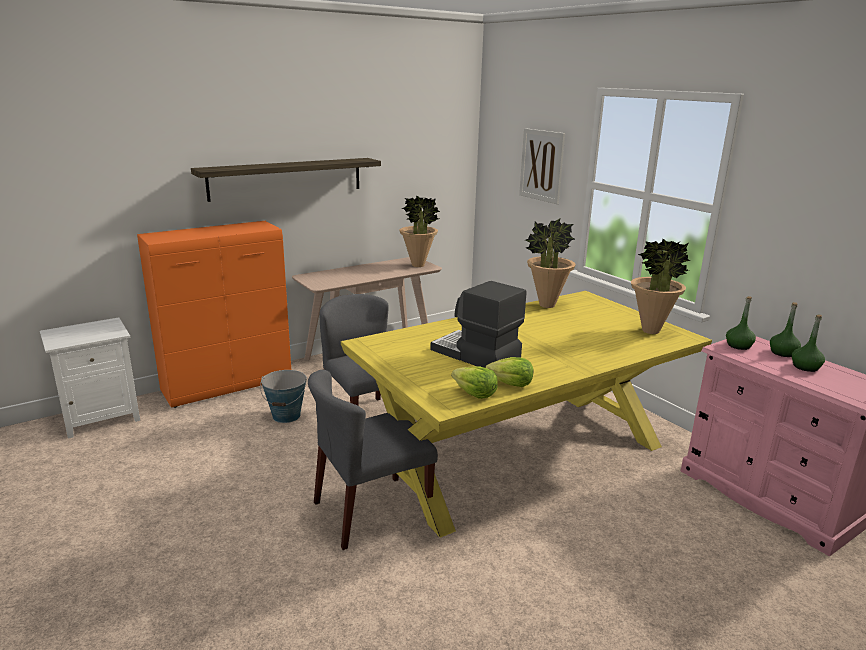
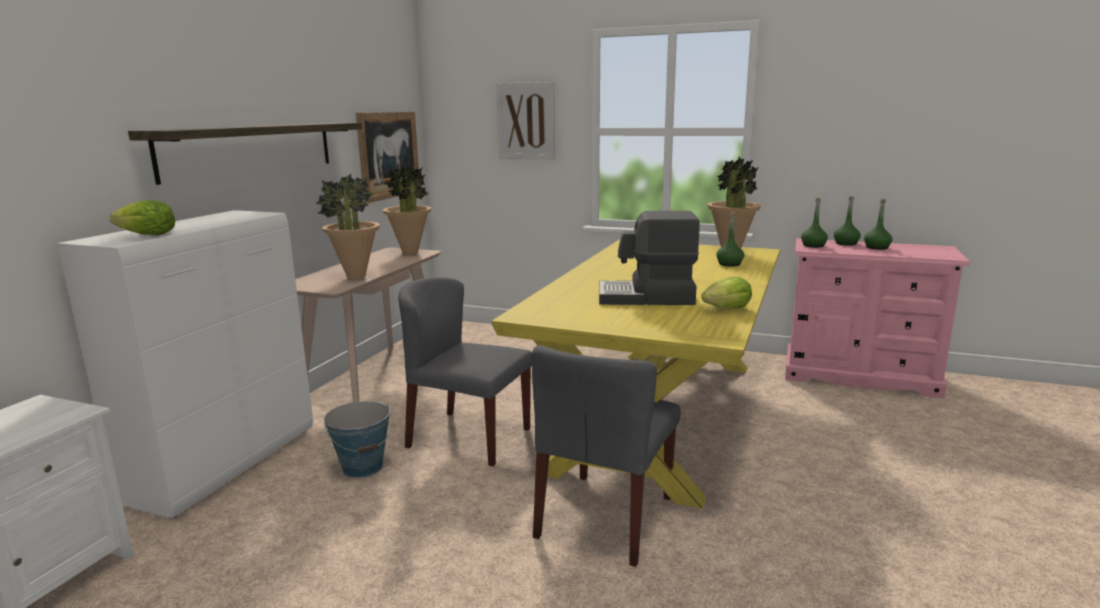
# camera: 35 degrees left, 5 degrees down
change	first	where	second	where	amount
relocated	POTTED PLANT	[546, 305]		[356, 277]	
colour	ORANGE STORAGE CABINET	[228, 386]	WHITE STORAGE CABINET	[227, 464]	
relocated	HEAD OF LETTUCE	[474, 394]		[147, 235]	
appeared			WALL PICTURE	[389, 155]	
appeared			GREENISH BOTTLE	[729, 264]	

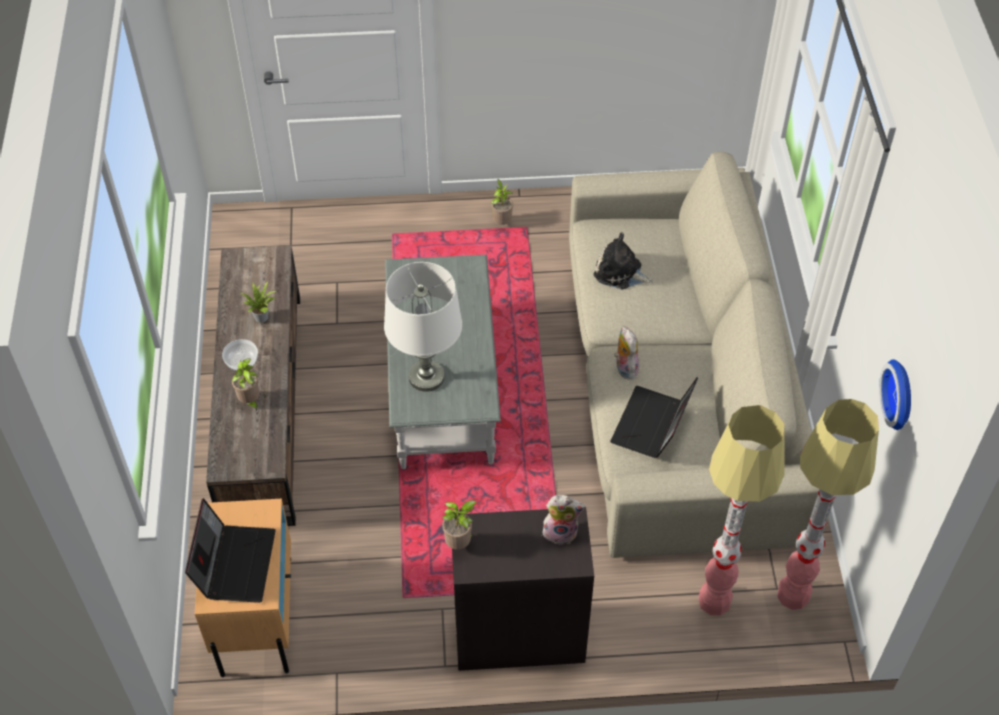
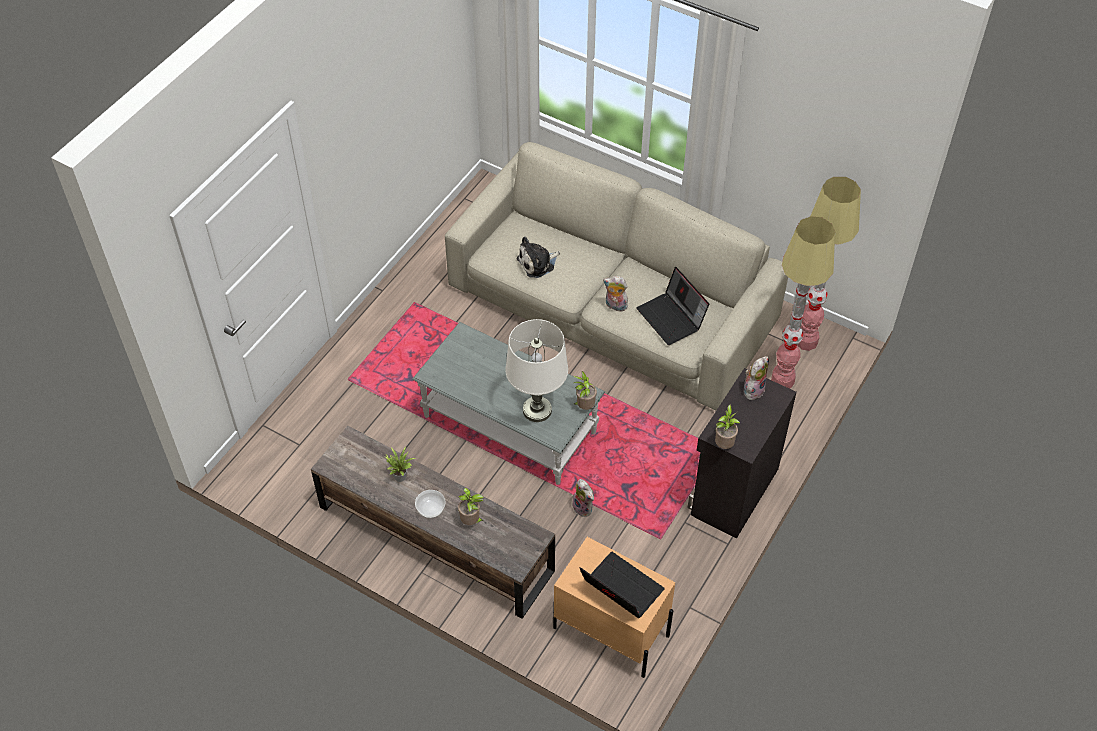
# camera: 55 degrees left, 0 degrees up
change	first	where	second	where	amount
relocated	POTTED PLANT	[502, 222]		[584, 406]	
missing	HANGING CLOCK	[901, 394]			
appeared			SOFT TOY	[584, 508]	

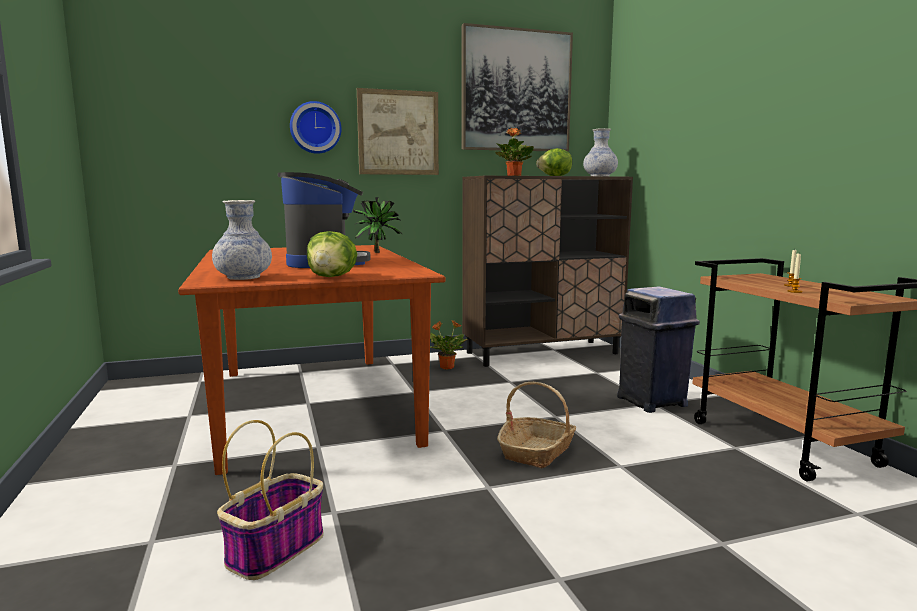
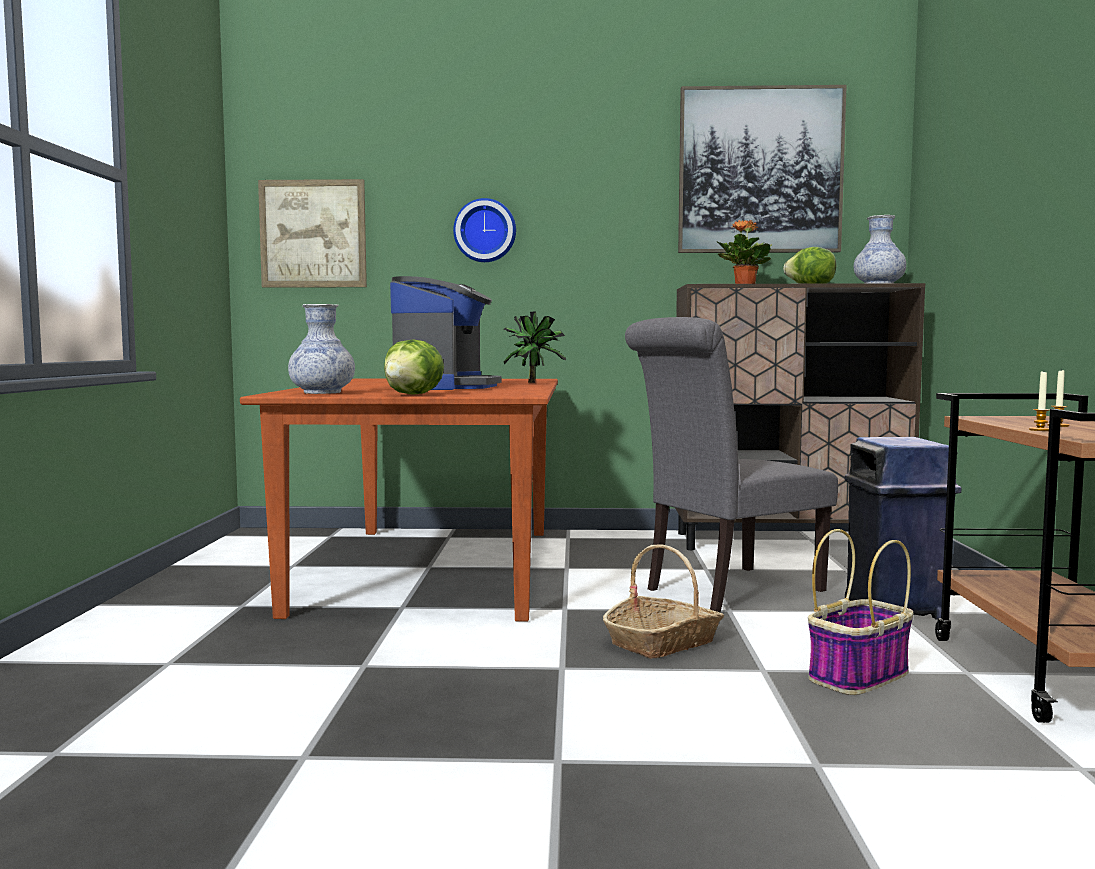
# camera: 20 degrees right, 5 degrees down
change	first	where	second	where	amount
relocated	WALL PICTURE	[398, 133]		[313, 234]	
missing	POTTED PLANT	[446, 367]			
relocated	STORAGE BASKET	[276, 549]		[859, 676]	
appeared			GREYISH UPRIGHT CHAIR	[725, 591]	

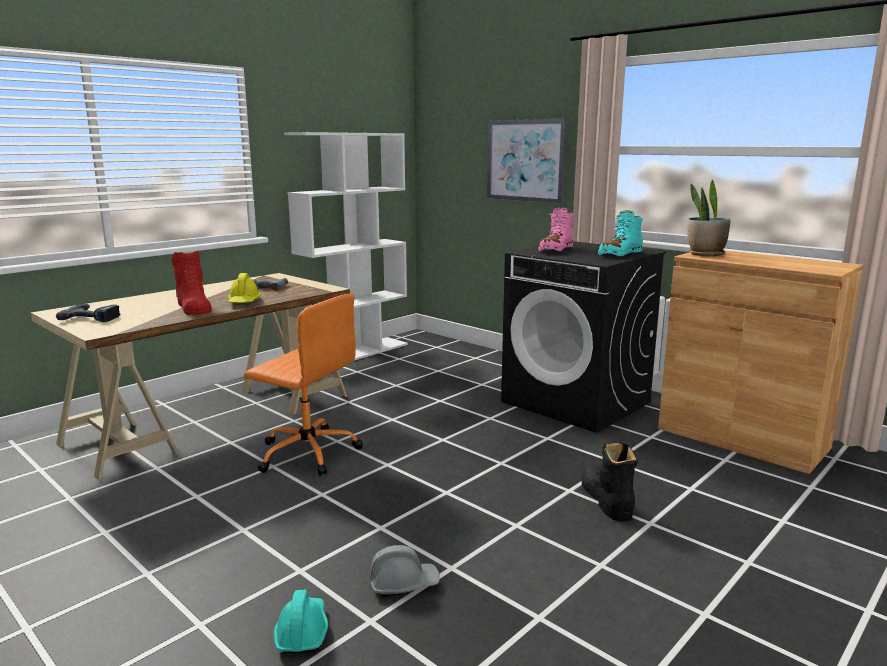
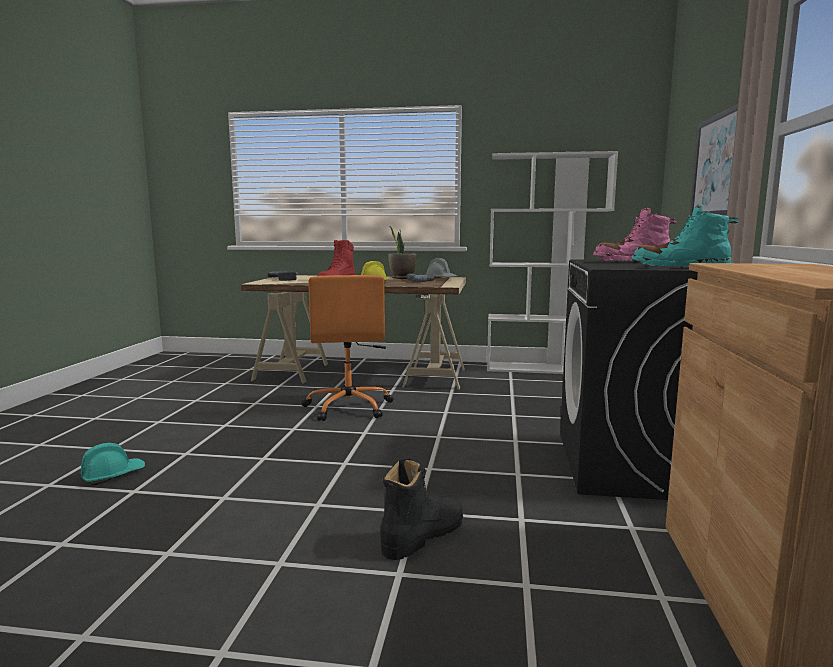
# camera: 55 degrees right, 5 degrees down
change	first	where	second	where	amount
relocated	POTTED PLANT	[705, 254]		[402, 278]	
relocated	GREYISH SAFETY HELMET	[403, 584]		[441, 279]	

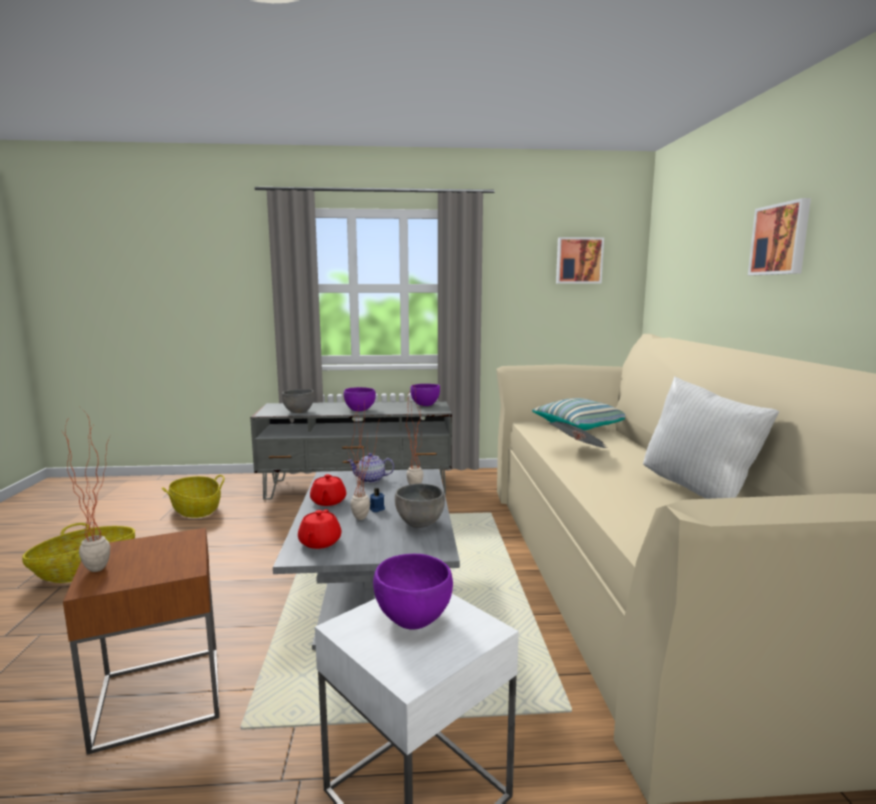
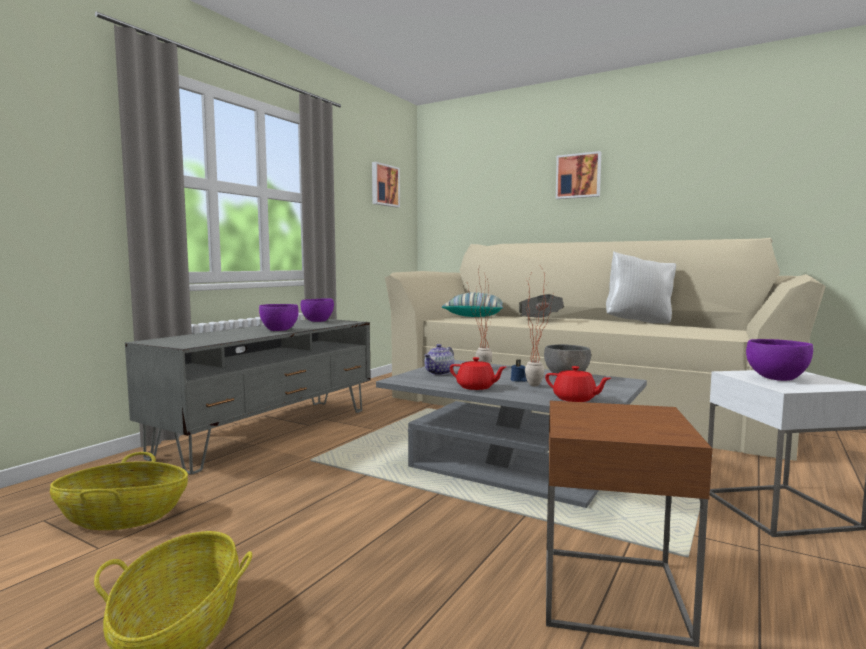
# camera: 55 degrees left, 5 degrees down
change	first	where	second	where	amount
missing	GREYISH SERVING BOWL	[299, 412]			
missing	POTTED PLANT	[104, 565]			

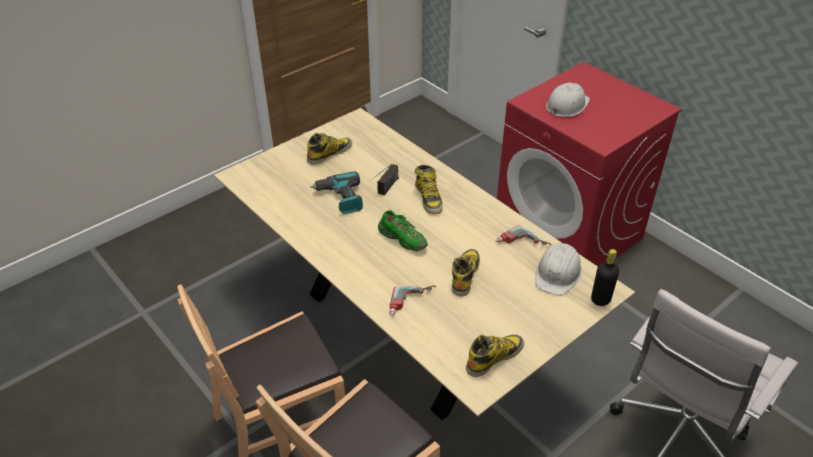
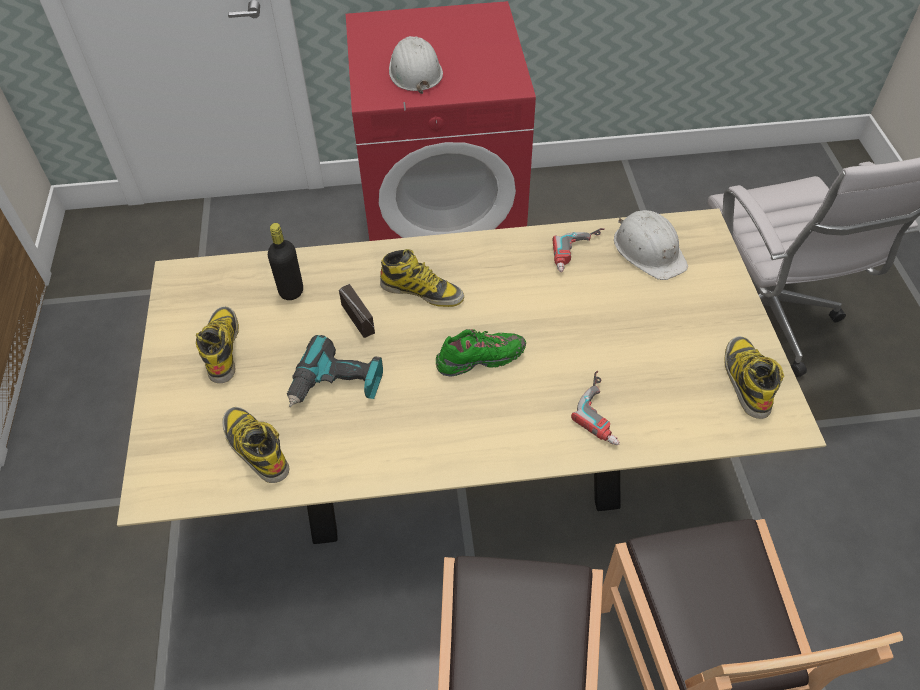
# camera: 55 degrees left, 10 degrees up
change	first	where	second	where	amount
relocated	BOOT	[465, 274]		[255, 447]	
relocated	BLACK-COLOURED BOTTLE	[600, 300]		[291, 291]	

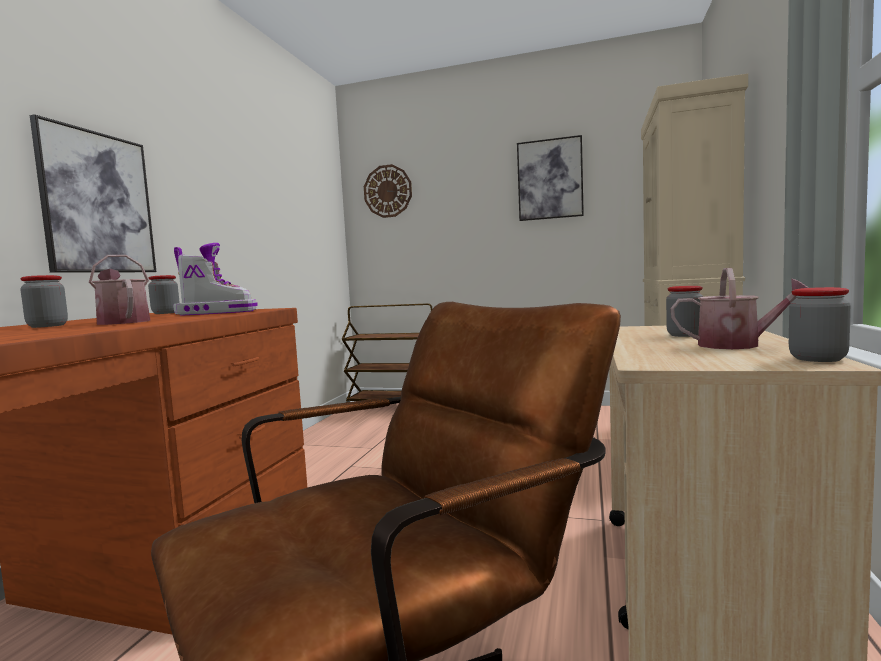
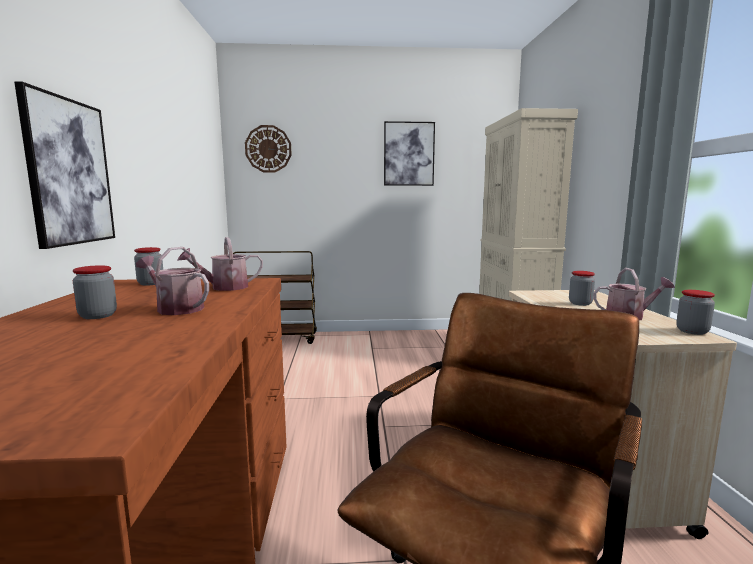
# camera: 20 degrees left, 5 degrees up
change	first	where	second	where	amount
exchanged	BOOT	[216, 313]	WATERING CAN	[224, 287]	

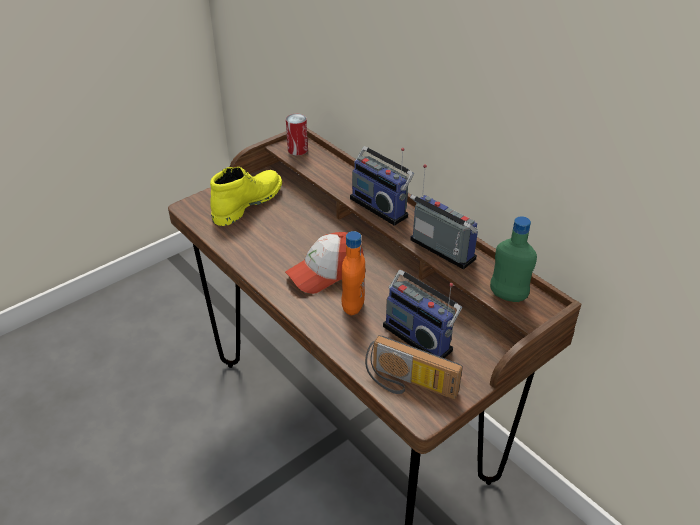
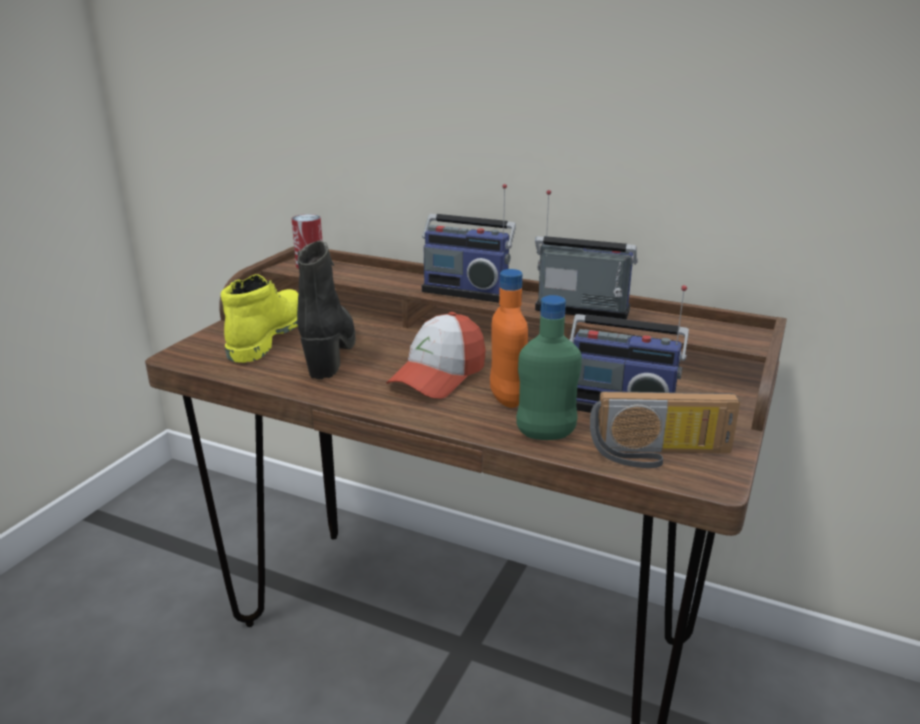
# camera: 25 degrees left, 15 degrees down
change	first	where	second	where	amount
relocated	GREENISH BOTTLE	[508, 296]		[545, 435]	
appeared			BLACK-COLOURED BOOT	[329, 350]	

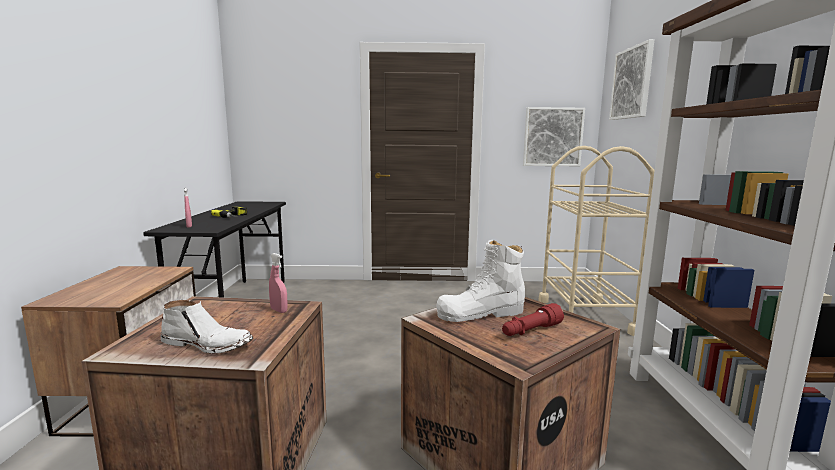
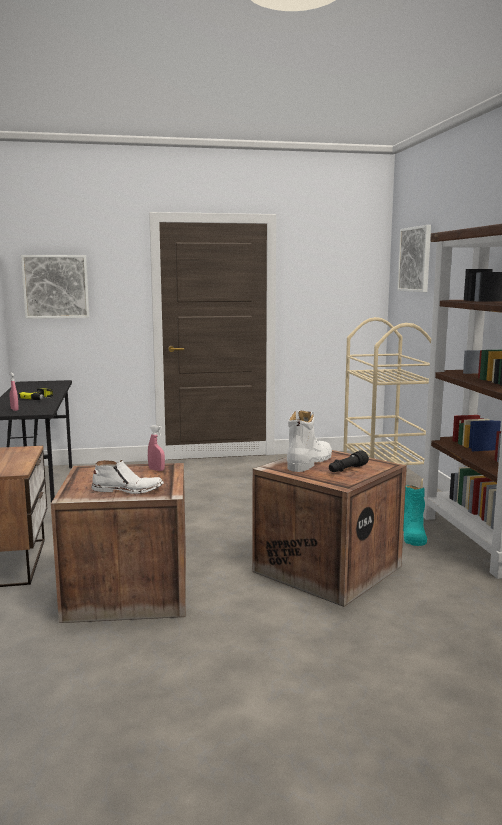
# camera: 10 degrees left, 0 degrees up
change	first	where	second	where	amount
relocated	WALL PICTURE	[552, 137]		[56, 286]	
spun	WHITE BOOT	[481, 313]		[309, 462]	150 degrees clockwise
colour	REDDISH HAND TORCH	[531, 331]	BLACK-COLOURED HAND TORCH	[347, 470]	
appeared			TURQUOISE BOOT	[413, 534]	

